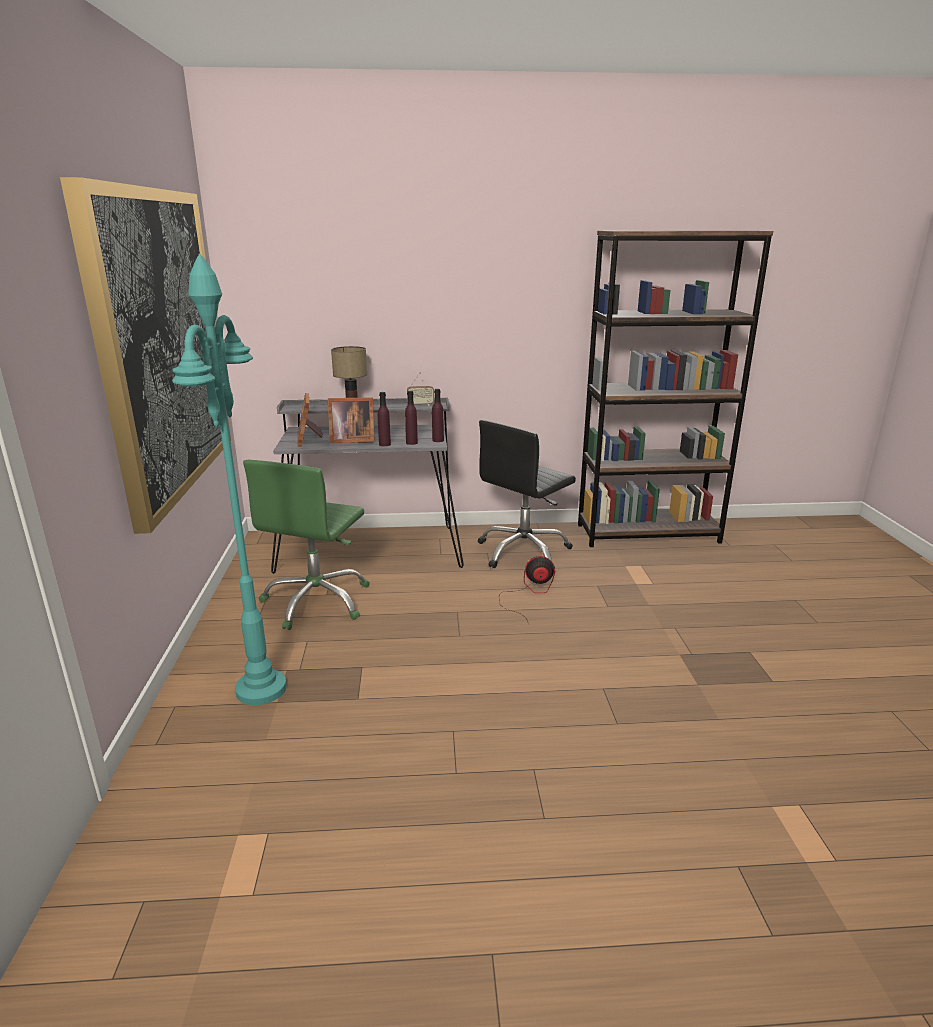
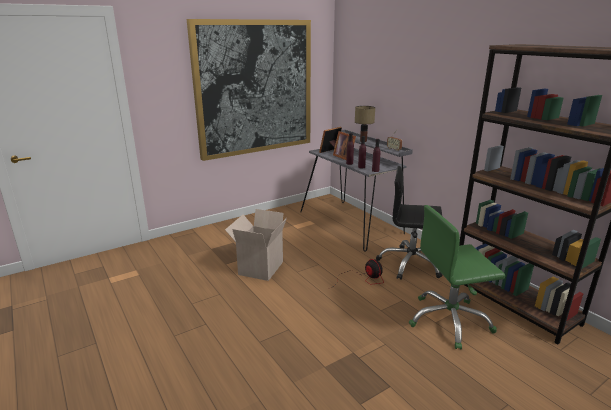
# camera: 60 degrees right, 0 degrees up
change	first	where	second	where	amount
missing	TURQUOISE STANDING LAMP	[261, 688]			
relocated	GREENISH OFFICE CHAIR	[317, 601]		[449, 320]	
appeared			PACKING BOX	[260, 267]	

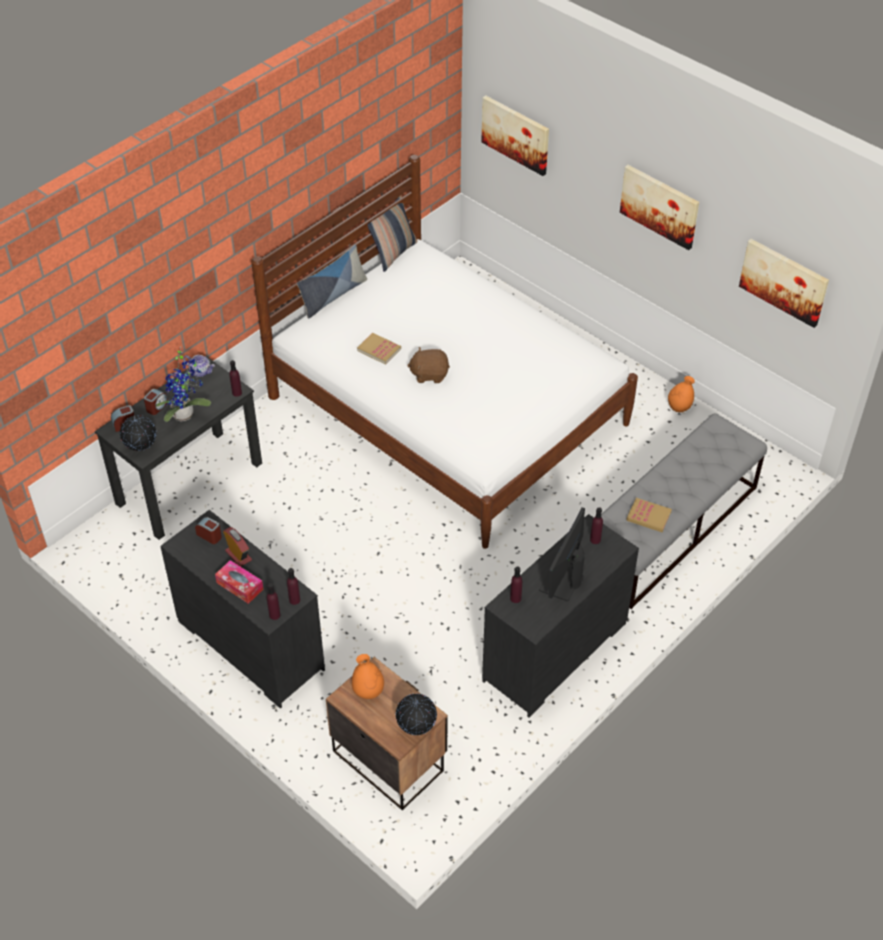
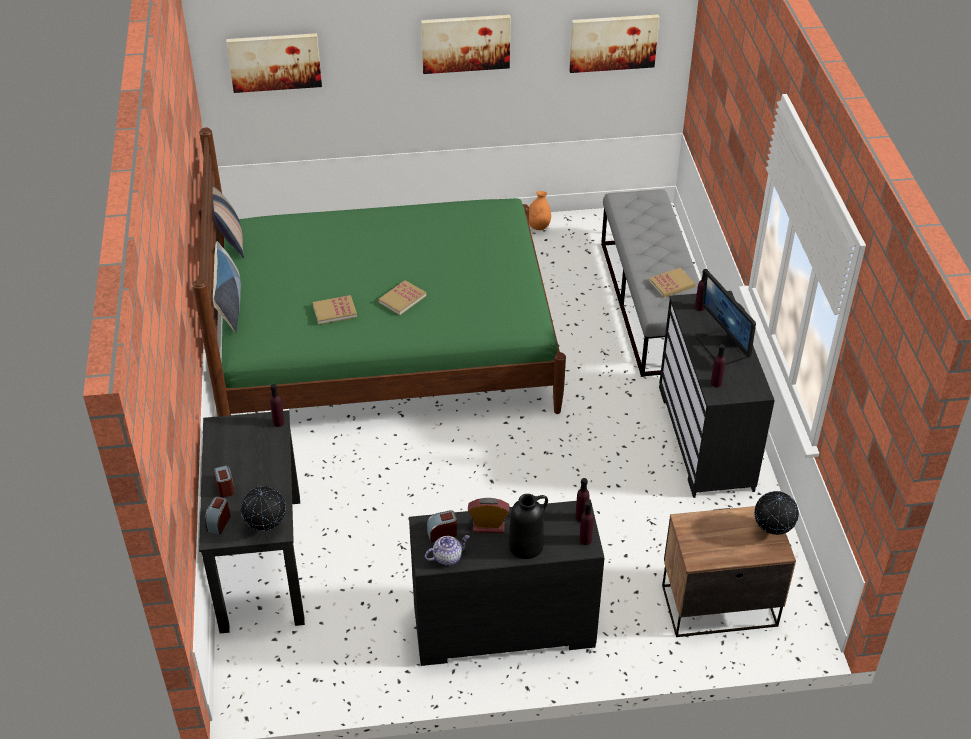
# camera: 50 degrees left, 5 degrees down
change	first	where	second	where	amount
colour	WHITE BEDROOM BED	[448, 410]	GREENISH BEDROOM BED	[386, 346]	
missing	POTTED PLANT	[186, 414]			
exchanged	BROWN-COLOURED SOFT TOY	[429, 374]	BOOK	[402, 299]	
relocated	TEA POT	[201, 371]		[447, 557]	
exchanged	TISSUE BOX	[240, 586]	BLACK-COLOURED VASE	[526, 545]	
missing	ORANGE VASE	[368, 691]			

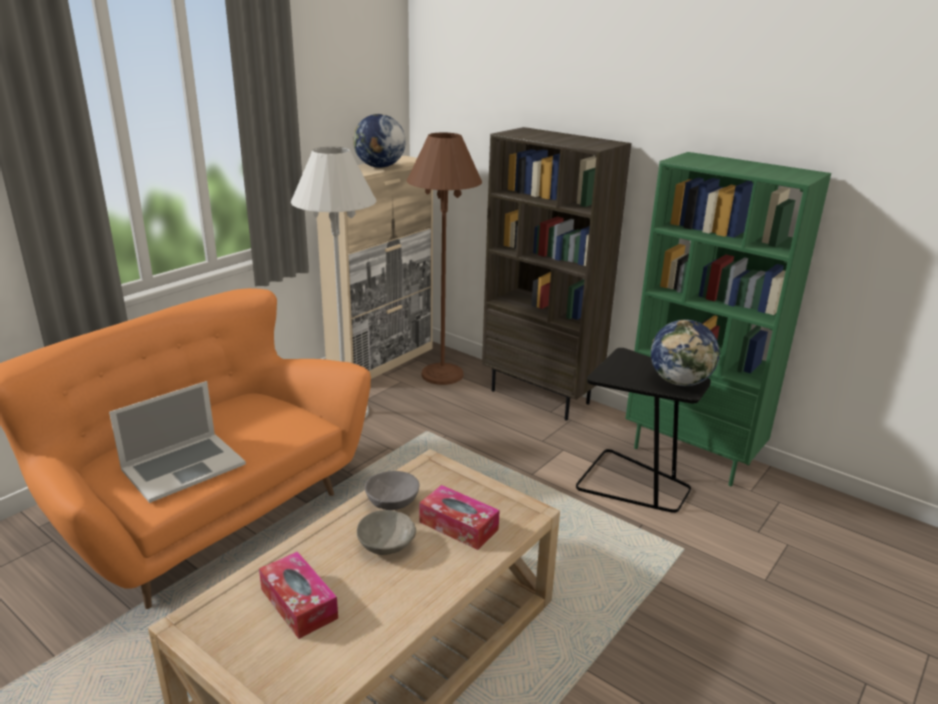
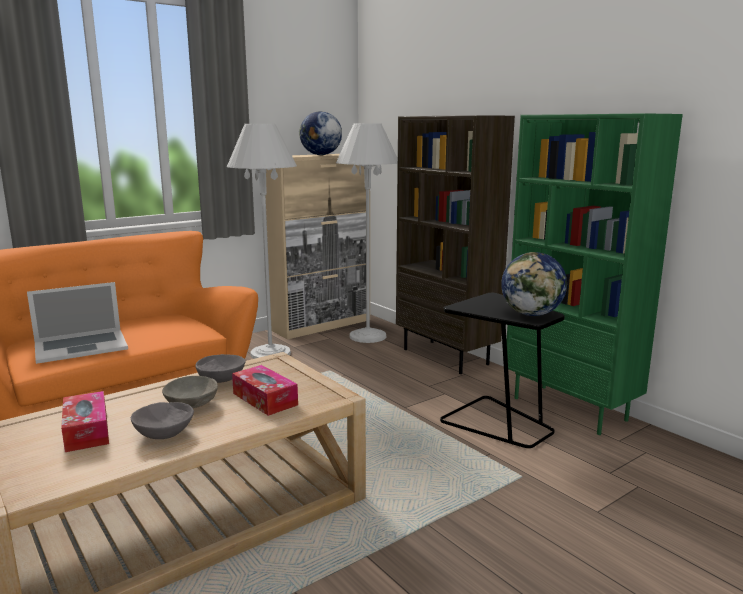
# camera: 15 degrees right, 10 degrees down
change	first	where	second	where	amount
colour	BROWN-COLOURED STANDING LAMP	[442, 374]	WHITE STANDING LAMP	[368, 336]	
appeared			GREYISH SERVING BOWL	[163, 433]	

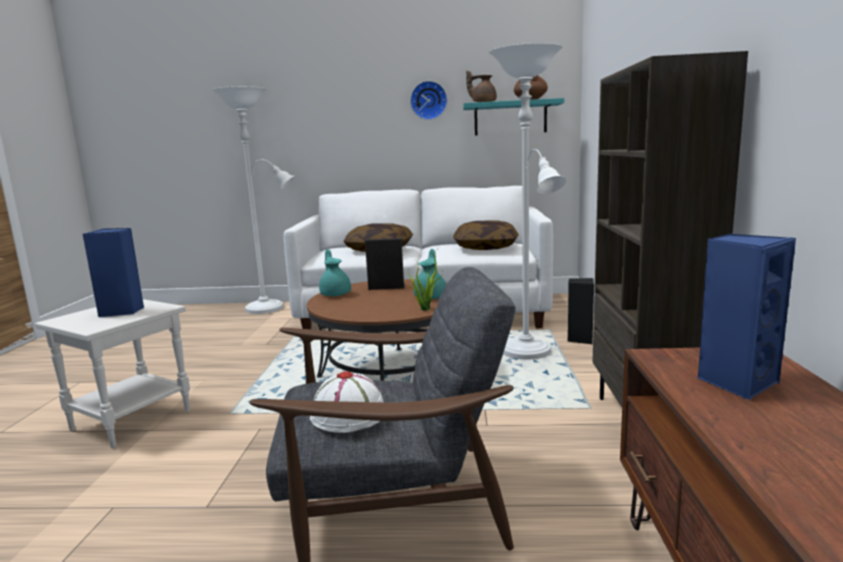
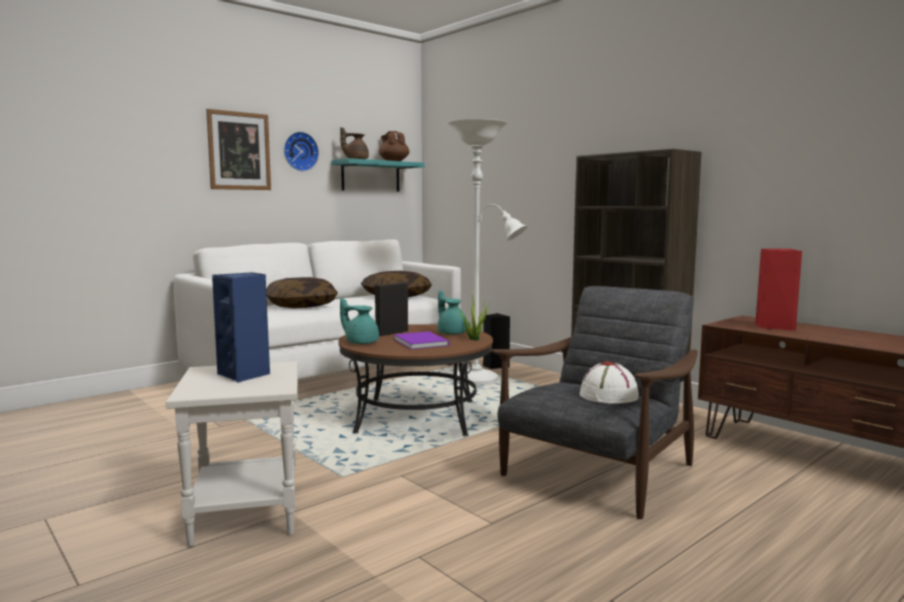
# camera: 45 degrees left, 5 degrees down
change	first	where	second	where	amount
missing	WHITE STANDING LAMP	[269, 308]			
colour	BLUE-COLOURED AUDIO SPEAKER	[736, 382]	REDDISH AUDIO SPEAKER	[774, 326]	
appeared			WALL PICTURE	[239, 151]	
appeared			PURPLE BOOK	[421, 342]	

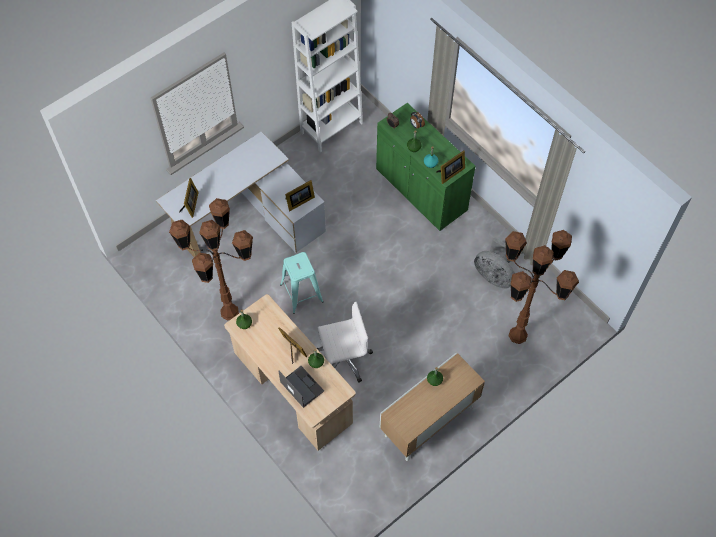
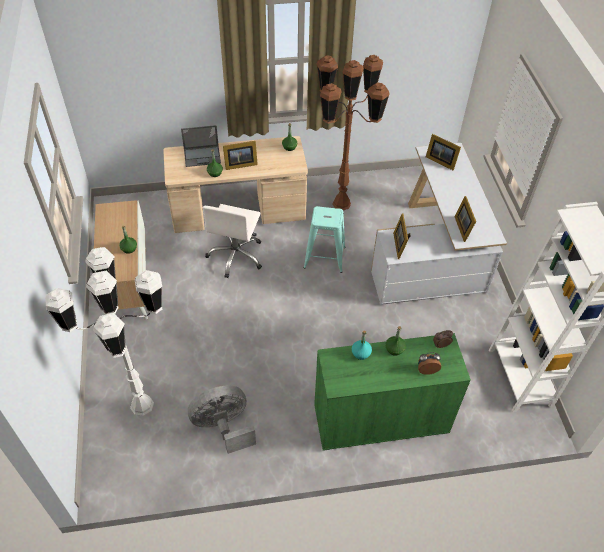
# camera: 120 degrees right, 10 degrees down
change	first	where	second	where	amount
relocated	STANDING FRAME	[450, 173]		[463, 227]	
colour	BROWN-COLOURED STANDING LAMP	[518, 335]	WHITE STANDING LAMP	[141, 405]	

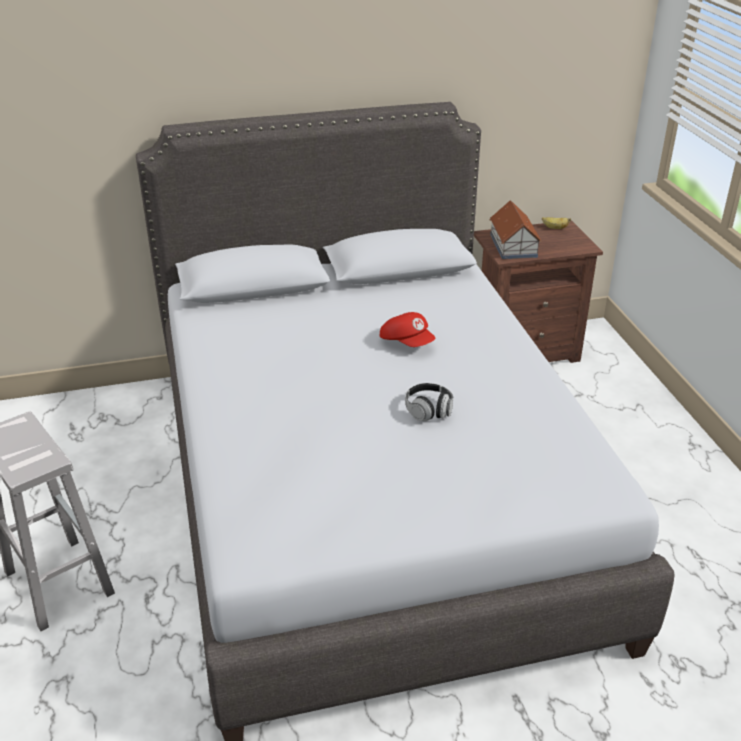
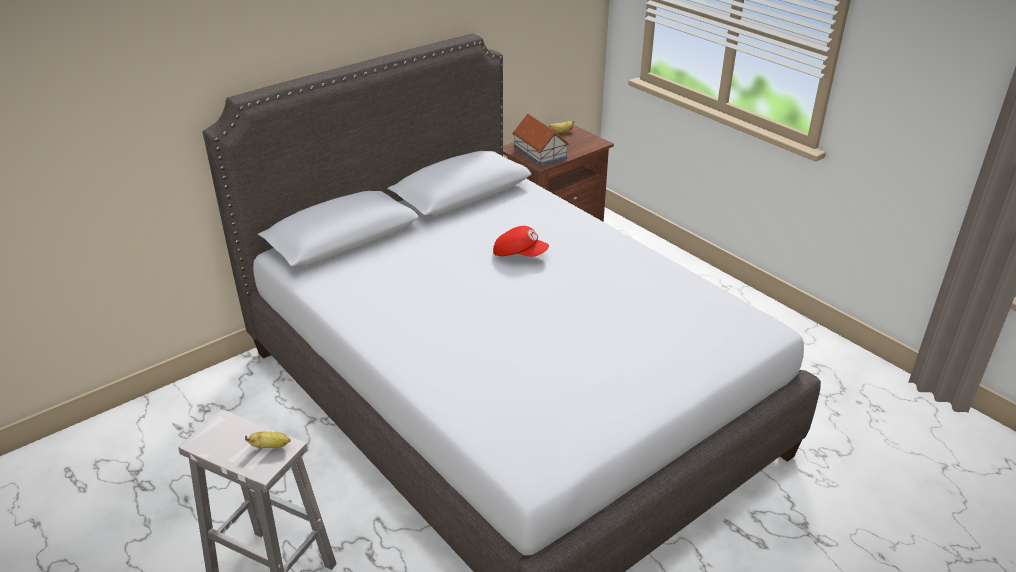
# camera: 25 degrees left, 0 degrees up
change	first	where	second	where	amount
missing	HEADPHONES	[428, 410]			
appeared			WHOLE BANANA	[270, 446]	

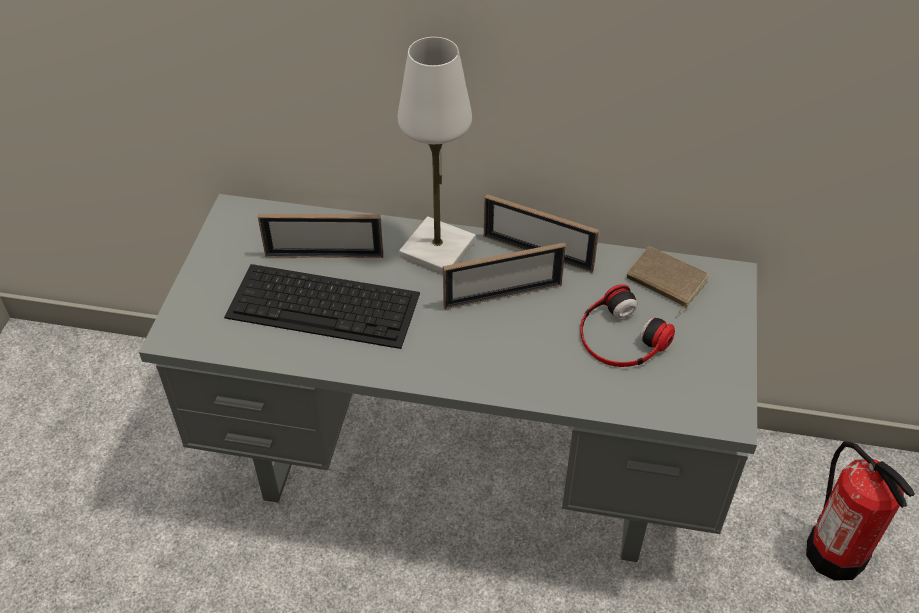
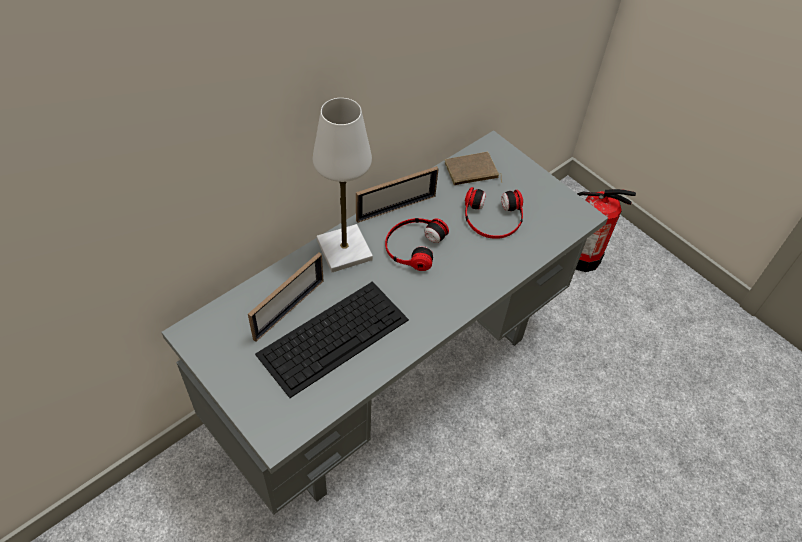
# camera: 55 degrees left, 5 degrees up
change	first	where	second	where	amount
exchanged	STANDING FRAME	[502, 295]	HEADPHONES	[413, 245]	

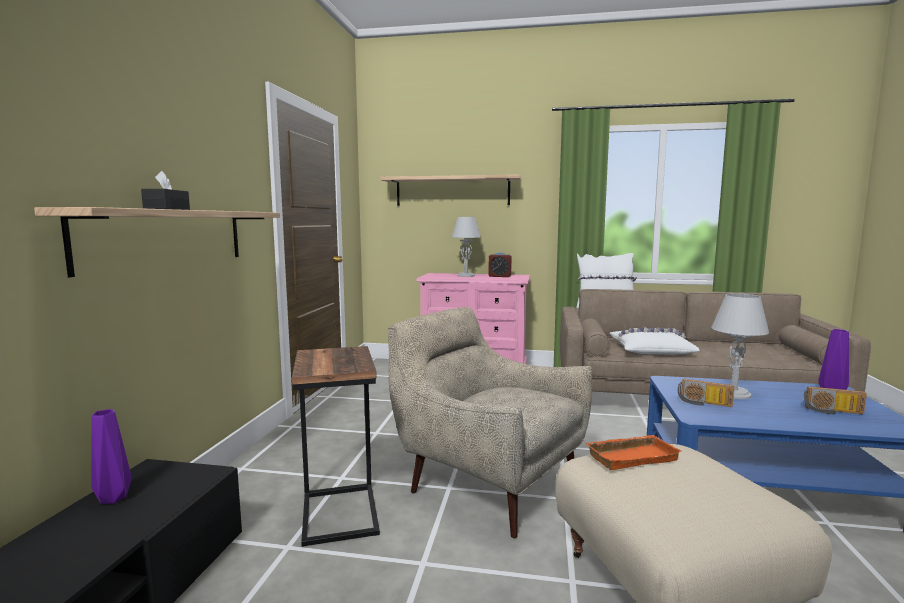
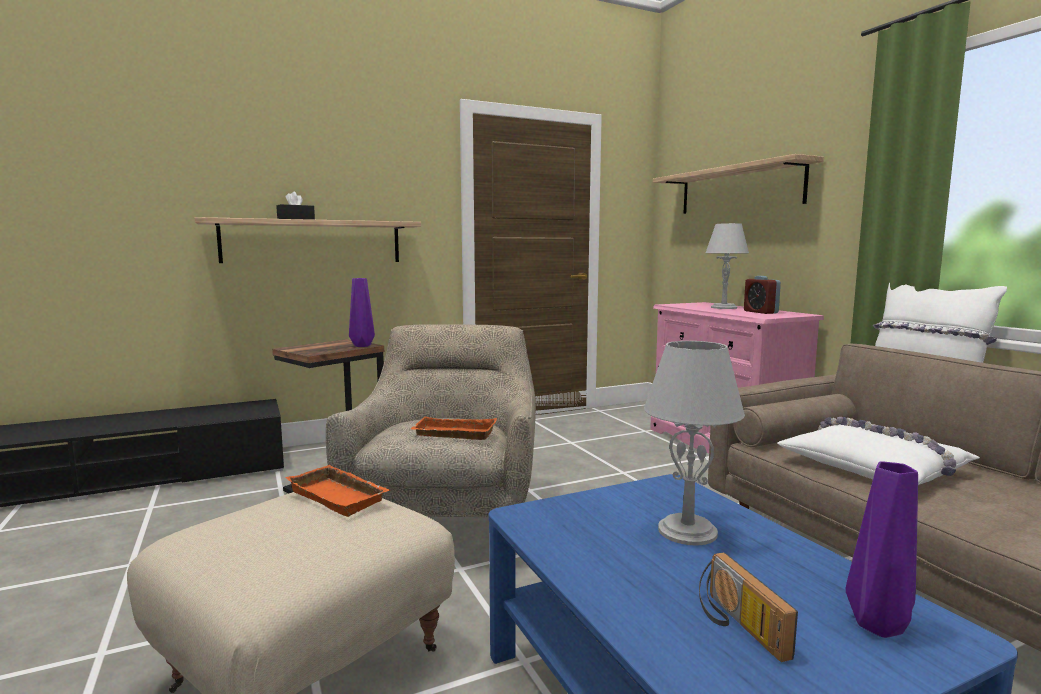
# camera: 55 degrees right, 0 degrees up
change	first	where	second	where	amount
missing	RADIO SET	[704, 403]			
relocated	PURPLE VASE	[112, 499]		[361, 346]	
appeared			ORANGE SERVING TRAY	[453, 434]	

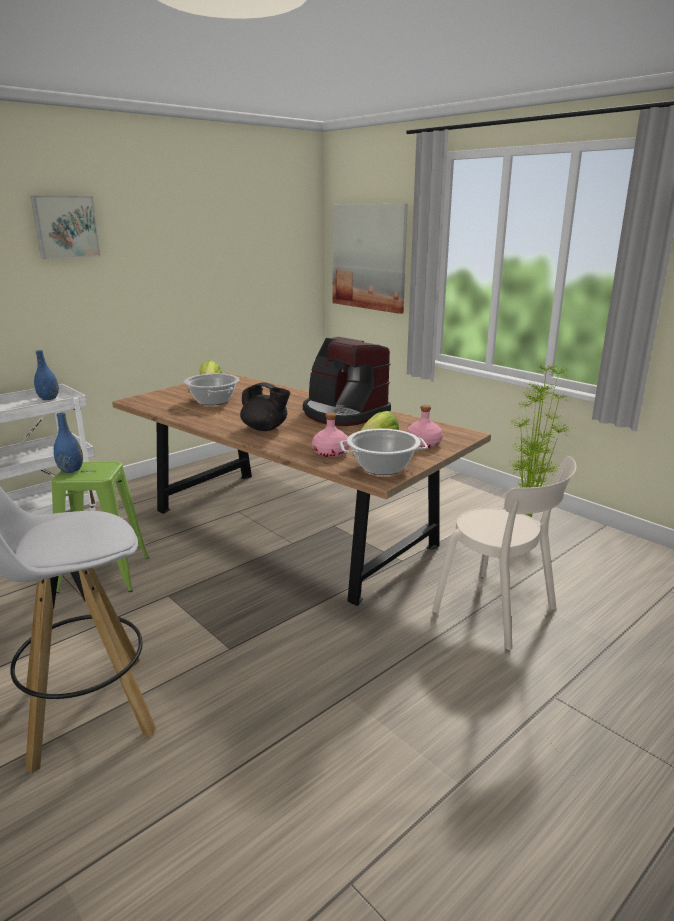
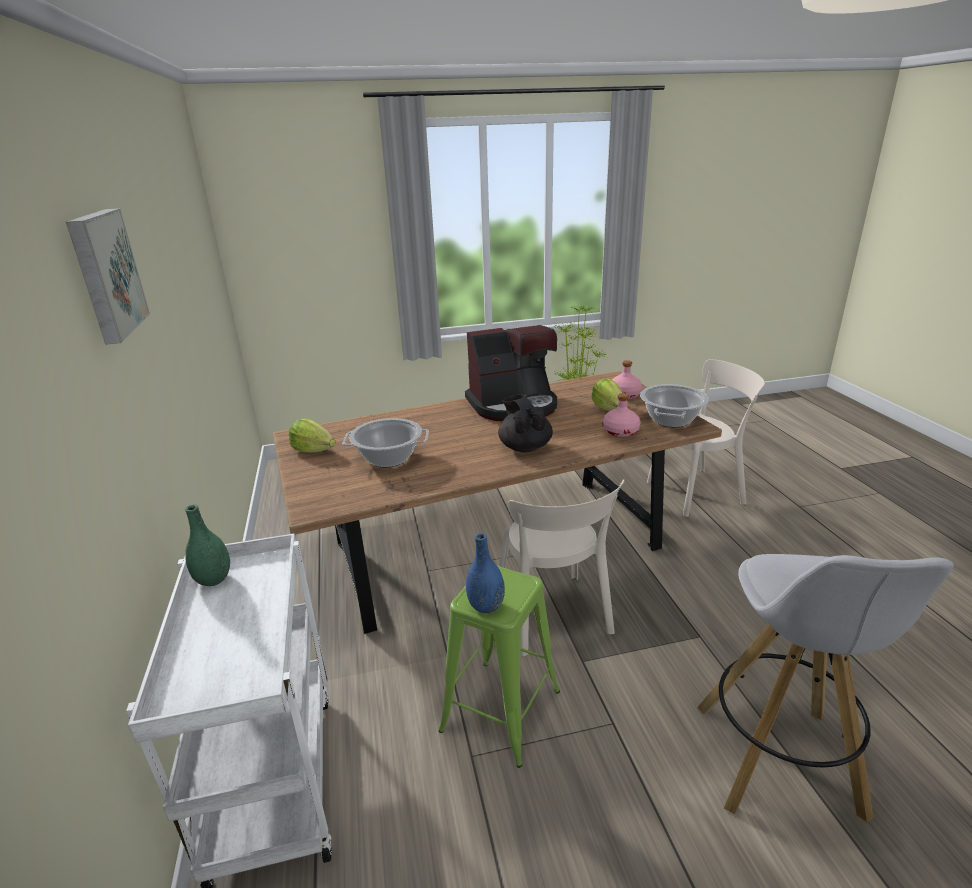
# camera: 60 degrees left, 5 degrees up
change	first	where	second	where	amount
missing	WALL PICTURE	[369, 257]			
colour	BLUE-COLOURED VASE	[48, 398]	GREENISH VASE	[213, 580]	
spun	BLACK-COLOURED TEA POT	[265, 429]		[524, 447]	75 degrees counterclockwise
appeared			SAND-COLOURED UPRIGHT CHAIR	[554, 617]	

